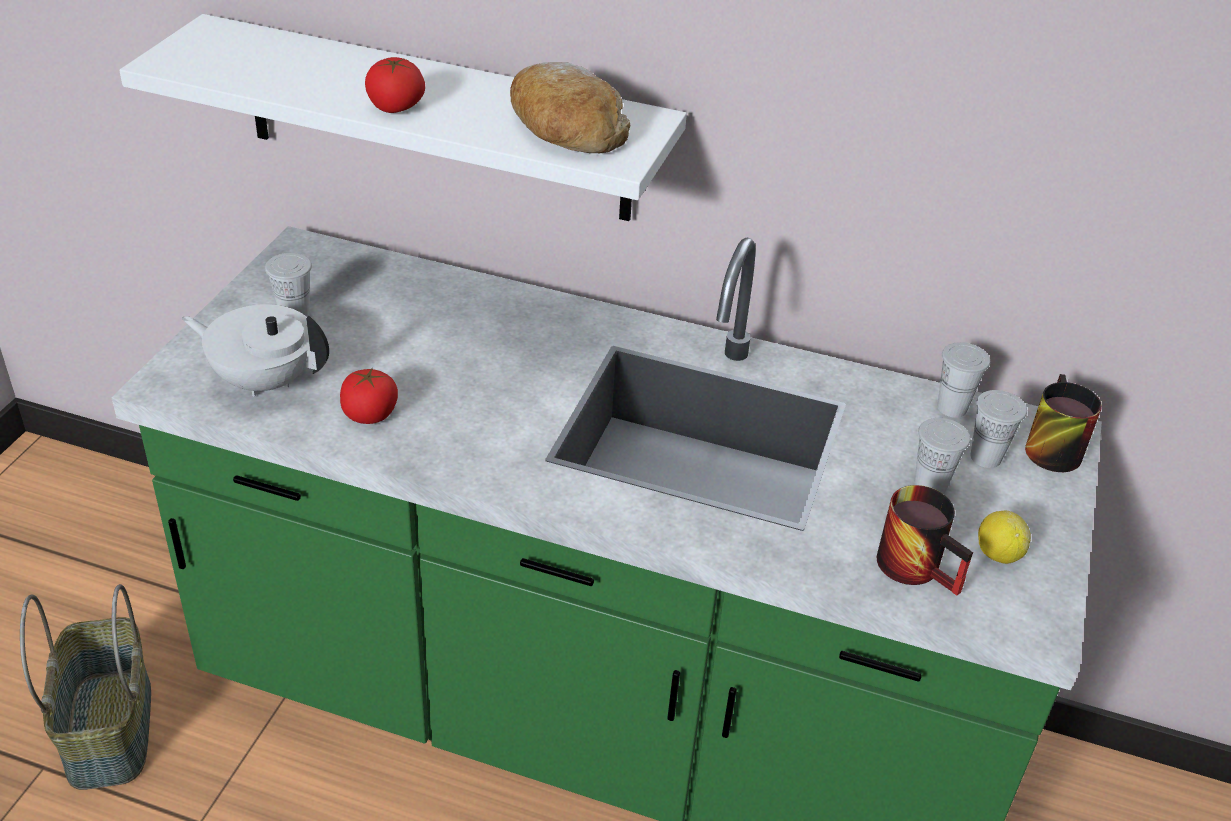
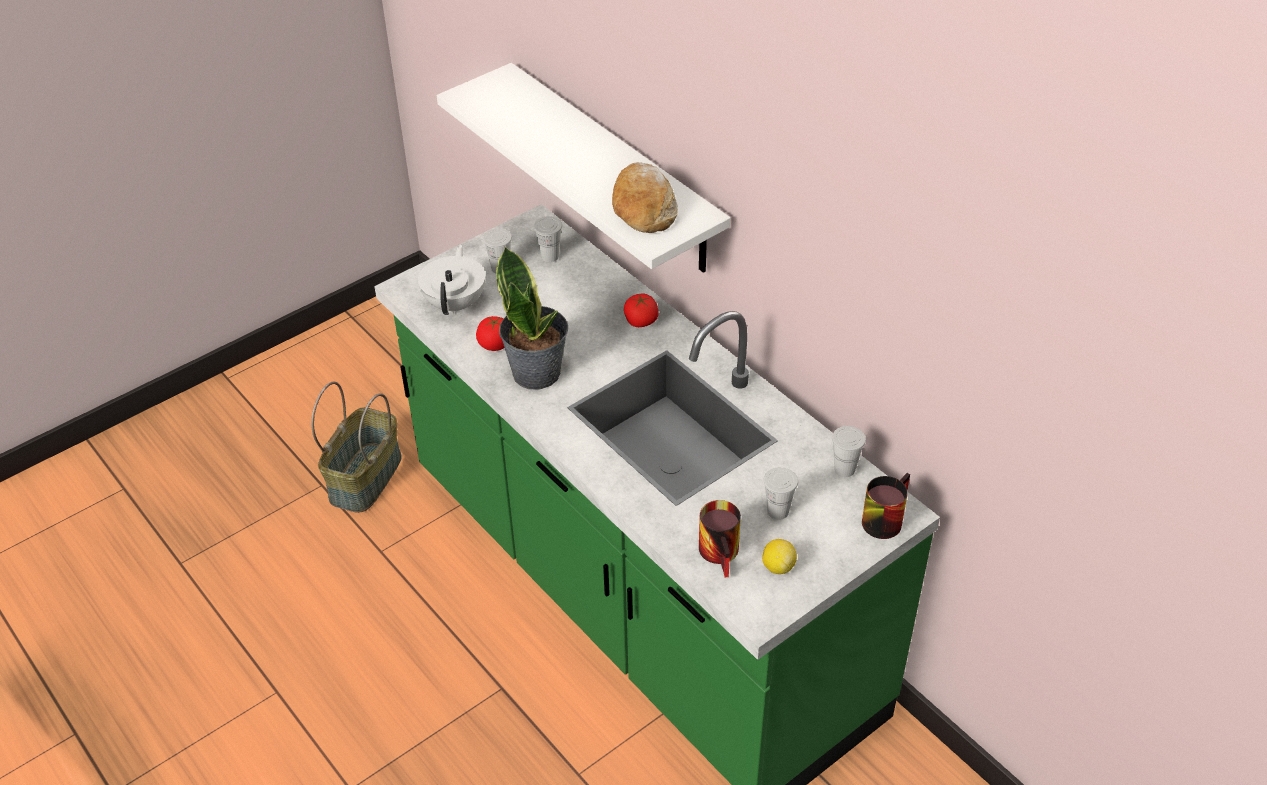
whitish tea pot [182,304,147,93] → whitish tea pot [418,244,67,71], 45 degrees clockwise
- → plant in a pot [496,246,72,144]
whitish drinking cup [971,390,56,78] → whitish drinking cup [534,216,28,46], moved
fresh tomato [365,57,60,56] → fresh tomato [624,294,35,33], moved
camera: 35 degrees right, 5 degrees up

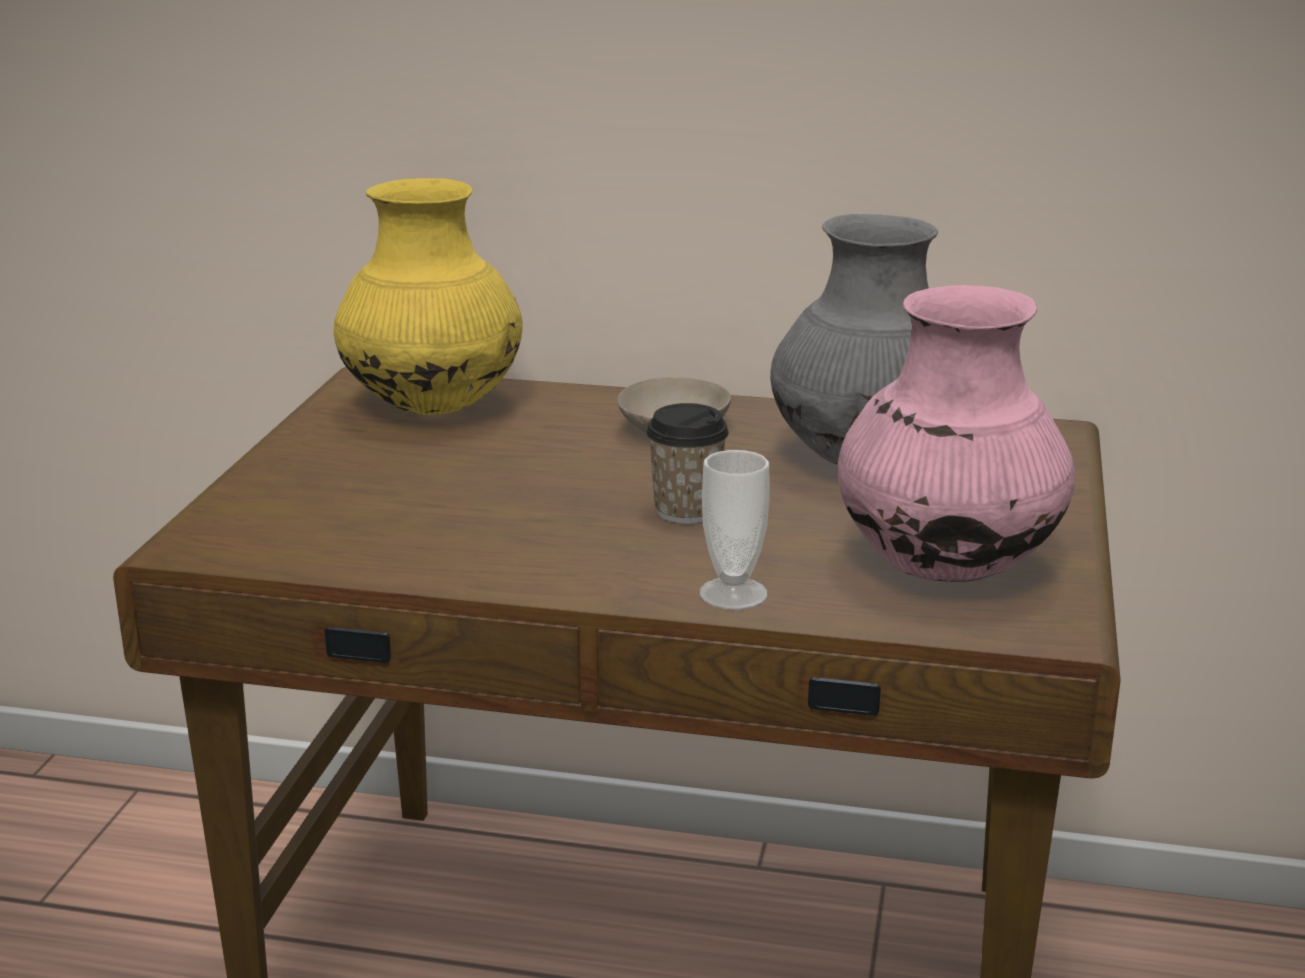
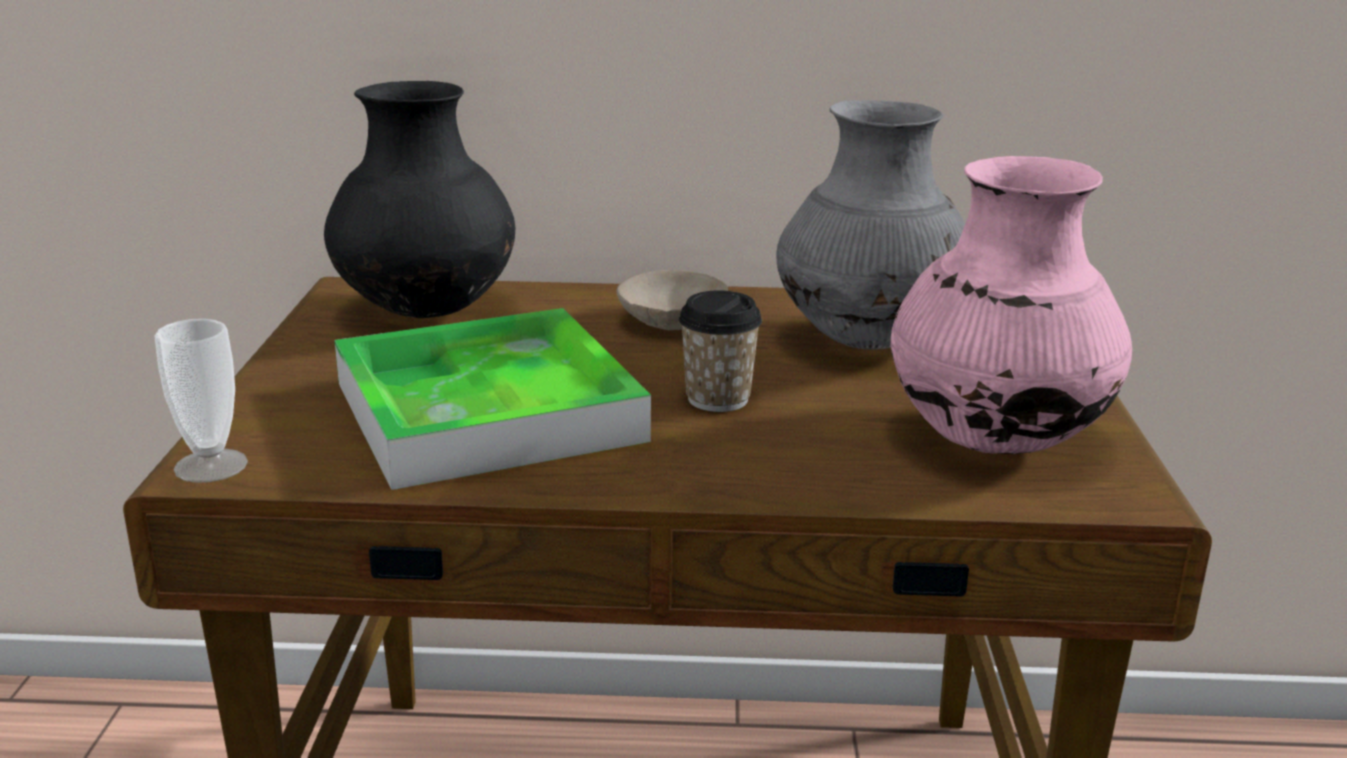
drinking cup [699,450,71,160] → drinking cup [154,319,94,164], moved
yellowish decorative vase [334,178,189,237] → black-coloured decorative vase [324,81,191,237]
- → serving tray [334,308,317,182]
camera: 10 degrees left, 0 degrees up

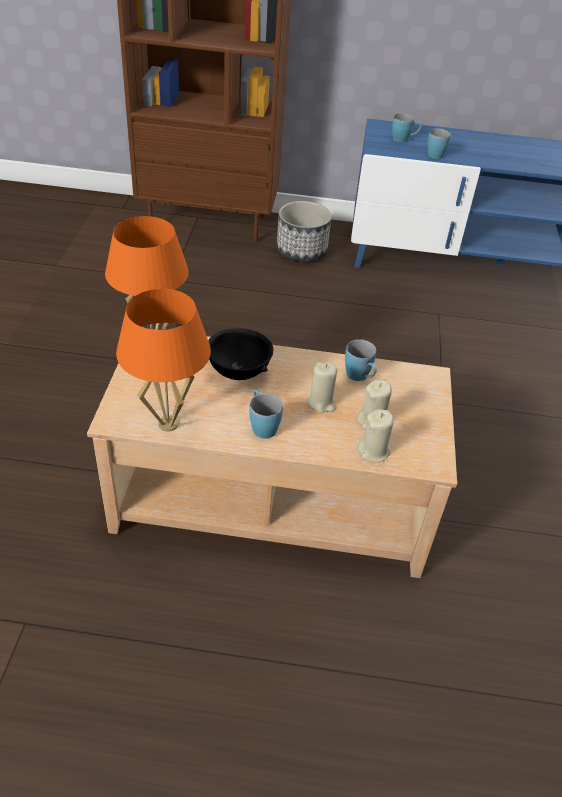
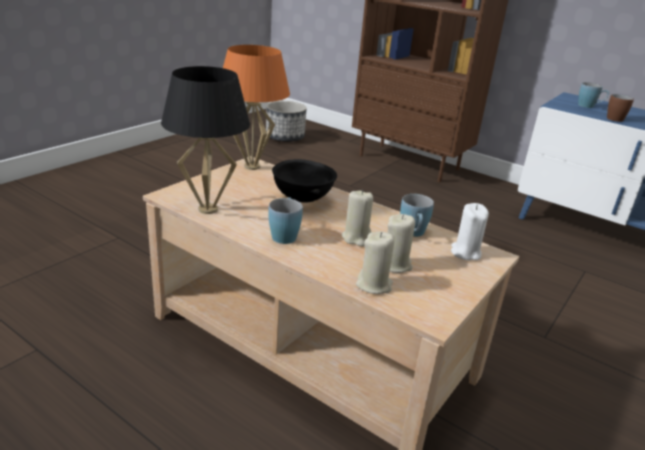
orange-coloured lamp for a table [116,289,95,143] → black-coloured lamp for a table [161,66,89,148]
planter [277,201,55,61] → planter [266,101,41,41], moved
- → whitish wax candle [451,203,38,57]
blue coffee mug [428,128,23,31] → brownish coffee mug [607,94,27,28]
camera: 30 degrees right, 15 degrees down

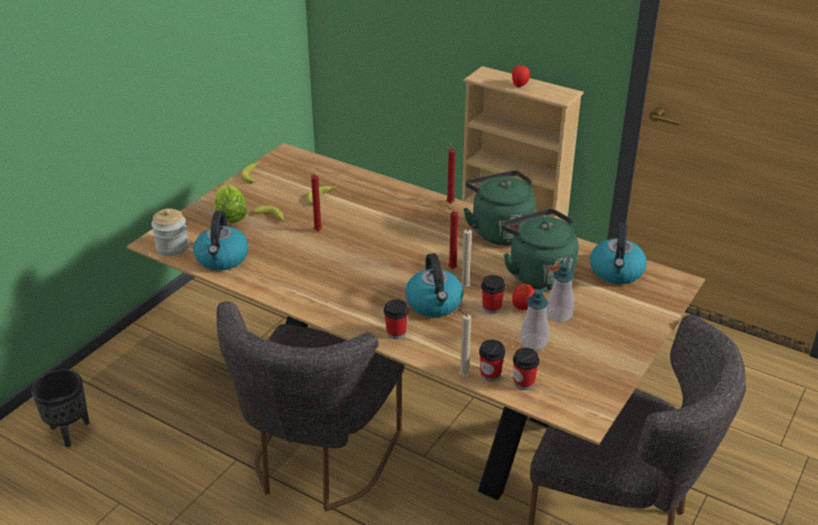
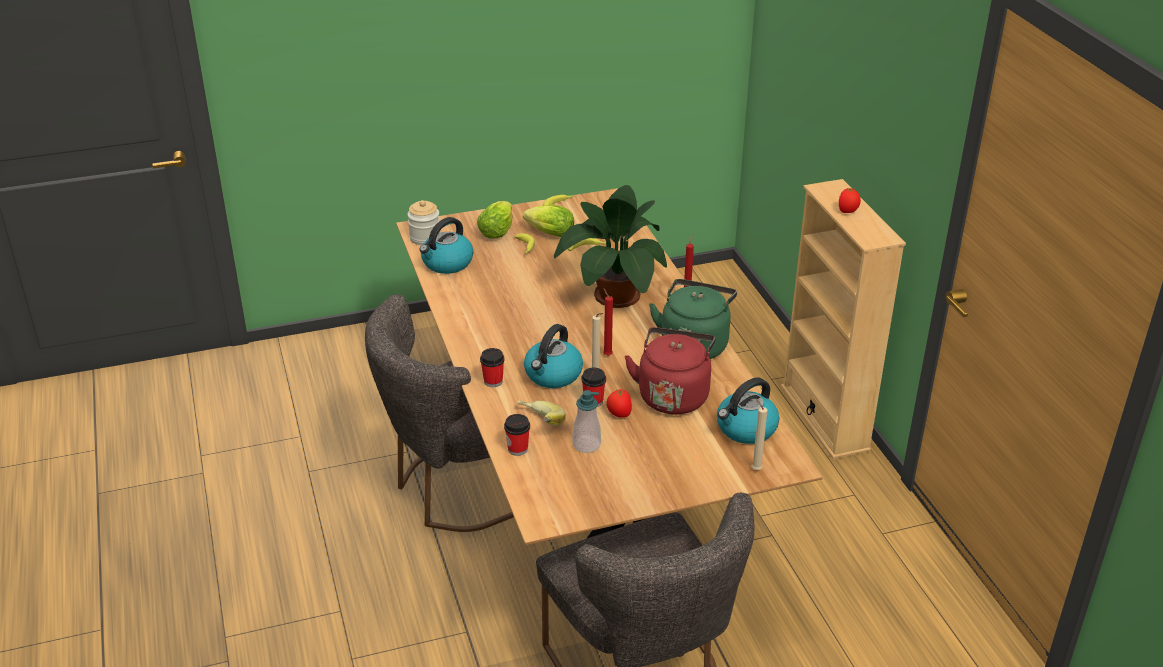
- → banana fruit [517,400,49,26]
- → lettuce [523,205,51,32]
- → plant in a pot [554,185,113,123]
green water kettle [501,209,77,81] → red water kettle [624,327,92,87]
beige wax candle [458,309,13,68] → beige wax candle [752,399,15,71], moved
black-coloured planter [31,369,59,78] → -
red wax candle [311,174,11,57] → -
drinking cup [513,348,26,42] → -
soap dispenser [546,259,28,64] → -
camera: 40 degrees right, 0 degrees up

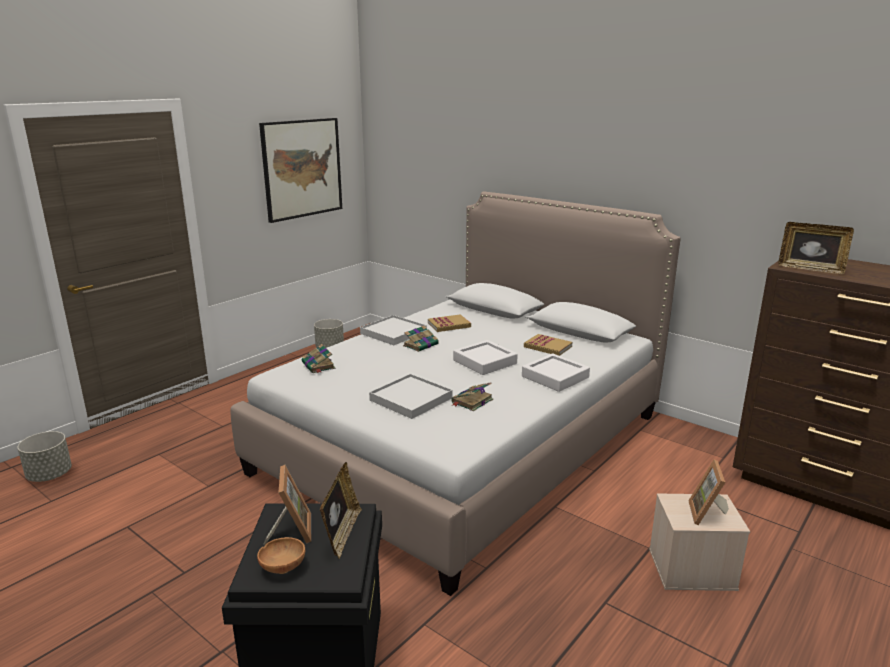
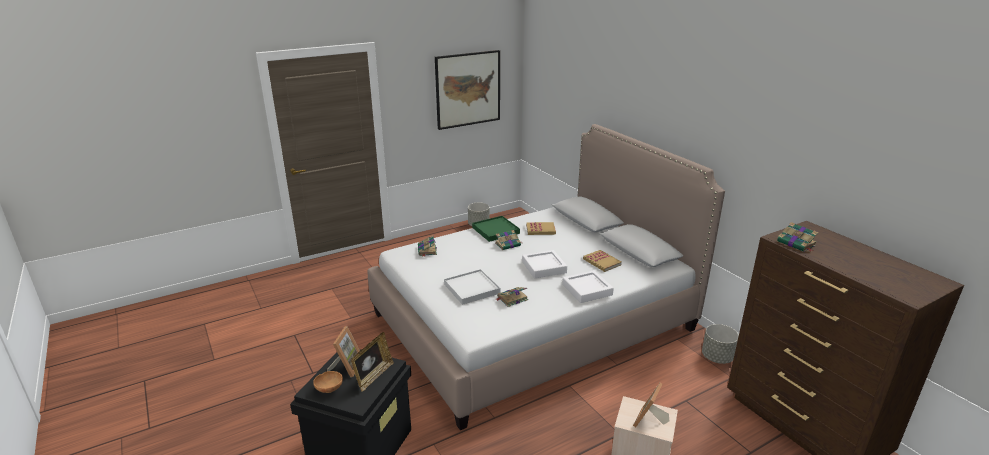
whitish serving tray [360,315,67,30] → green serving tray [472,216,48,26]
gray planter [17,431,55,51] → gray planter [702,324,37,40], moved
photo frame [778,222,76,52] → volume [777,222,42,30]
camera: 20 degrees right, 5 degrees up

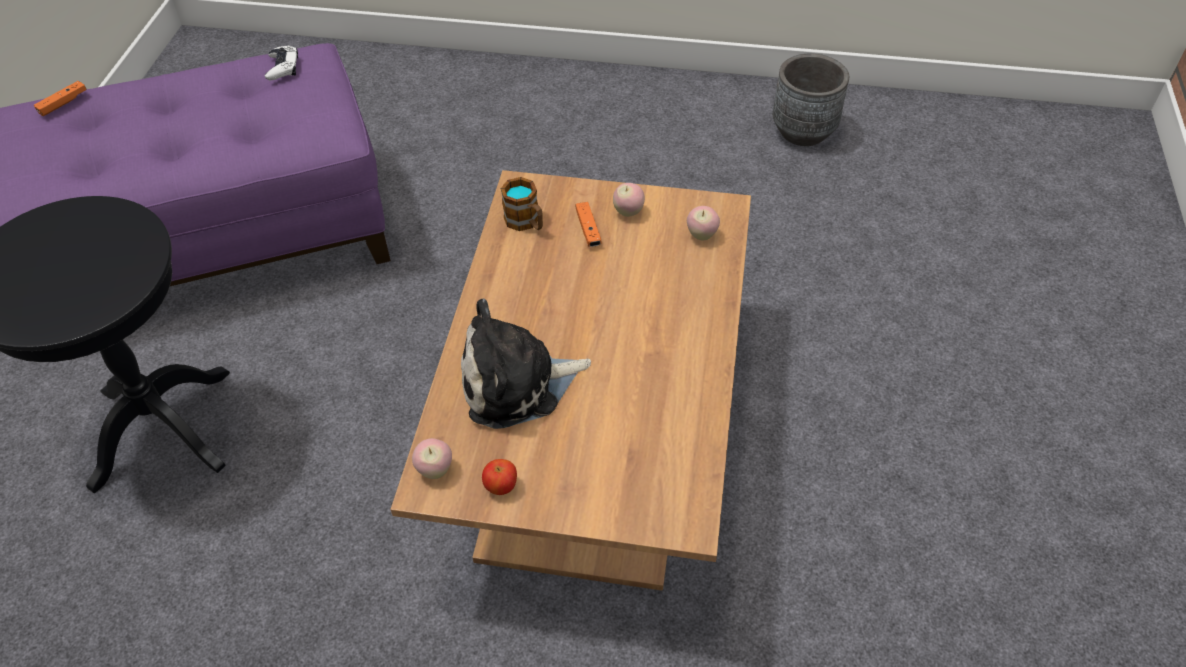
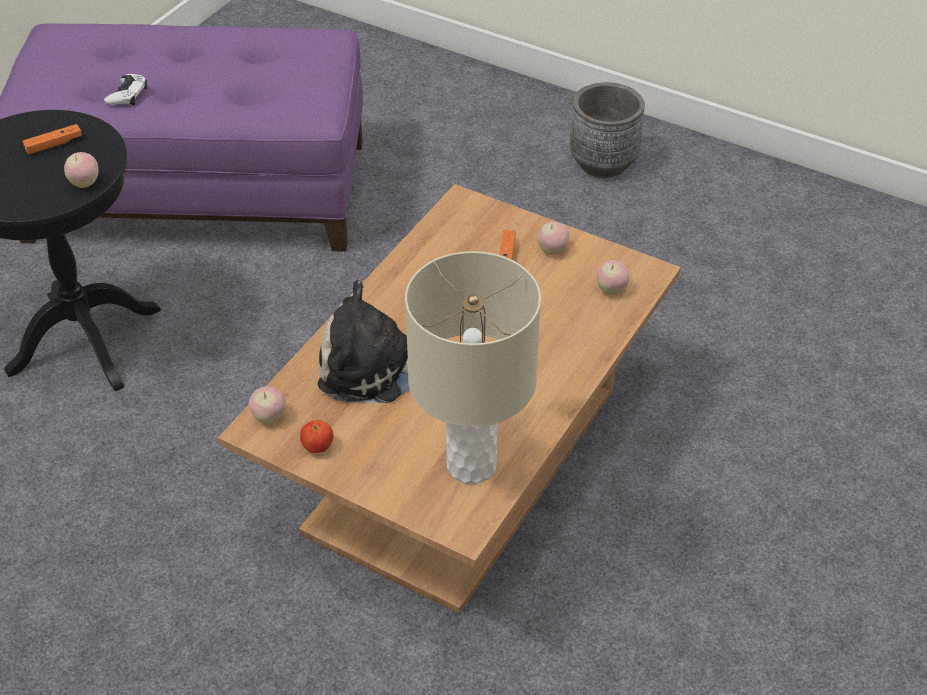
orange-coloured game controller [34,81,53,35] → orange-coloured game controller [22,124,60,31], moved
- → whole apple [64,152,35,36]
whitish game controller [265,46,33,34] → whitish game controller [104,74,43,32], moved
- → beige lamp for a table [405,251,136,233]
gray planter [773,54,76,92] → gray planter [570,82,75,96], moved
coffee mug [501,177,42,54] → -
camera: 20 degrees right, 5 degrees down

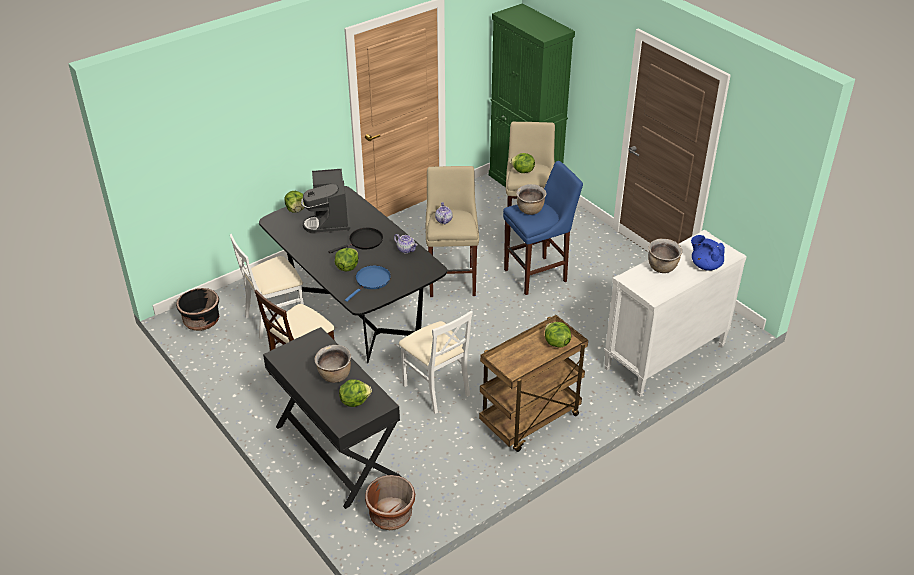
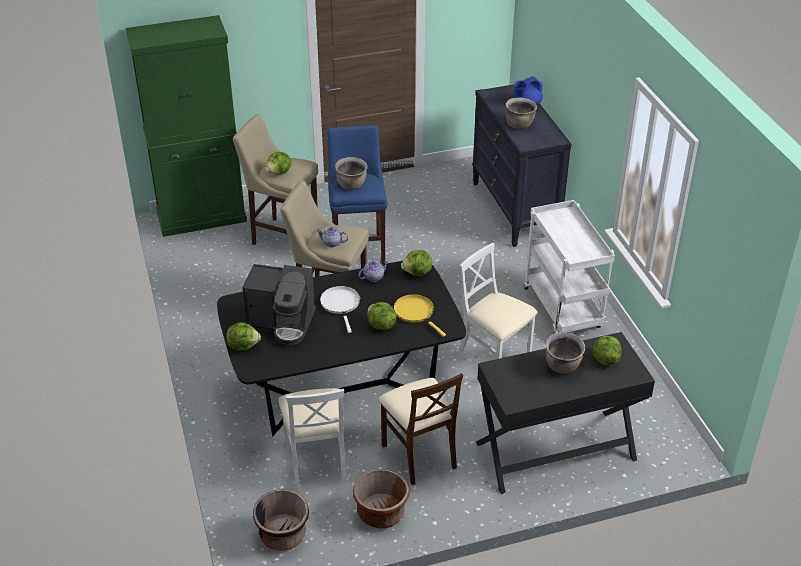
black-coloured pan [329,228,54,25] → whitish pan [320,286,40,47]
brownish planter [365,475,50,55] → brownish planter [353,469,57,60], moved
blue pan [345,265,46,37] → yellowish pan [393,294,53,43]
lettuce [545,322,26,26] → lettuce [401,250,31,26], moved
whitish chair [399,310,74,104] → whitish chair [458,243,80,116], 120 degrees counterclockwise
whitish chest of drawers [604,230,143,167] → black-coloured chest of drawers [472,85,99,162]
brownish wheeled cart [479,315,109,137] → whitish wheeled cart [524,200,91,134]
camera: 70 degrees left, 0 degrees up

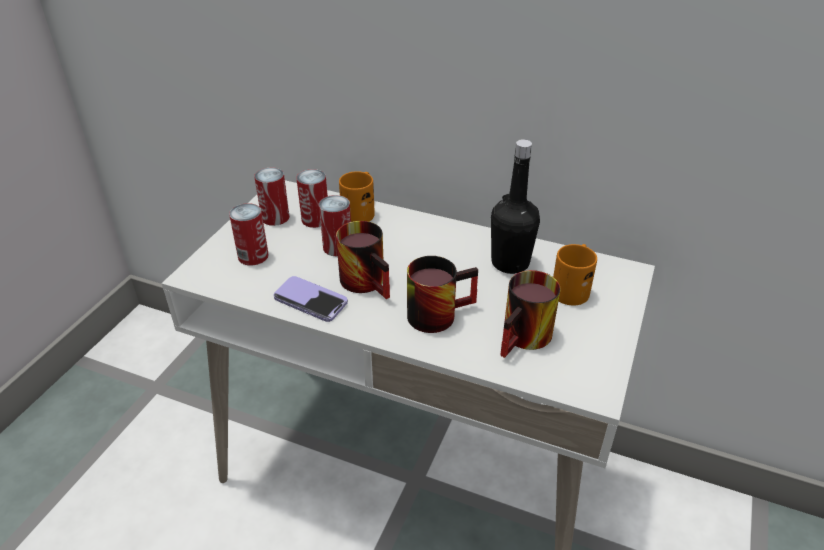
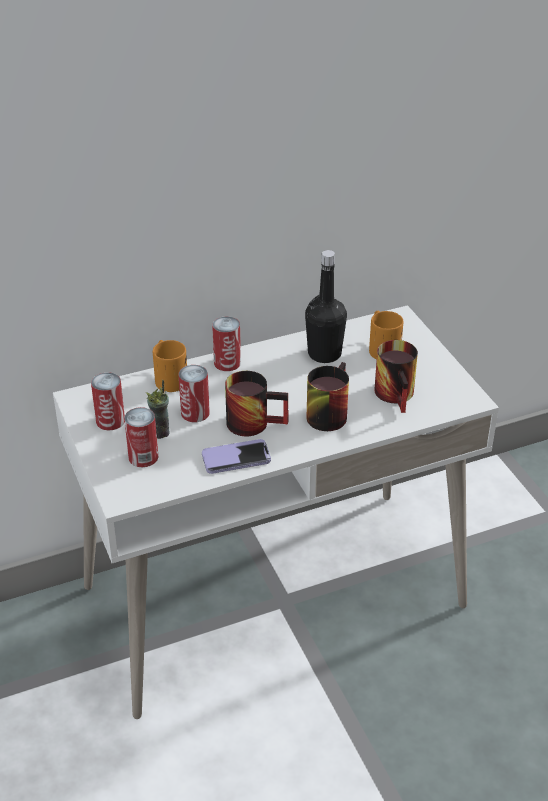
- → drinking cup [146,380,24,59]
metal can [296,169,32,59] → metal can [212,316,29,55], moved
camera: 45 degrees left, 0 degrees up

